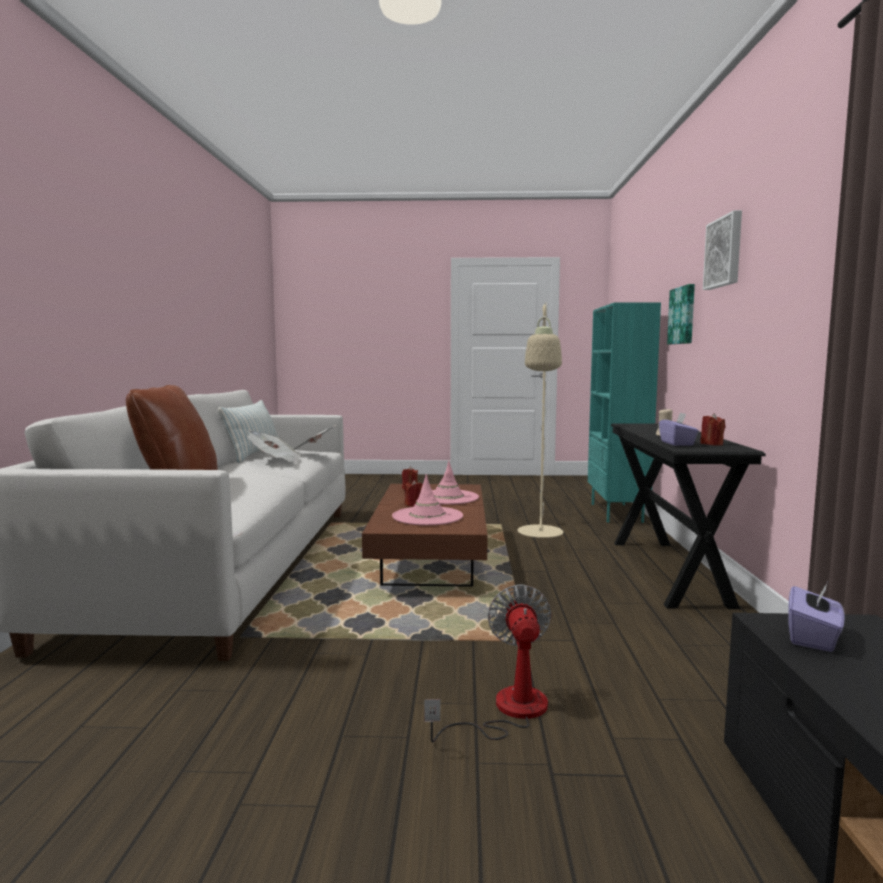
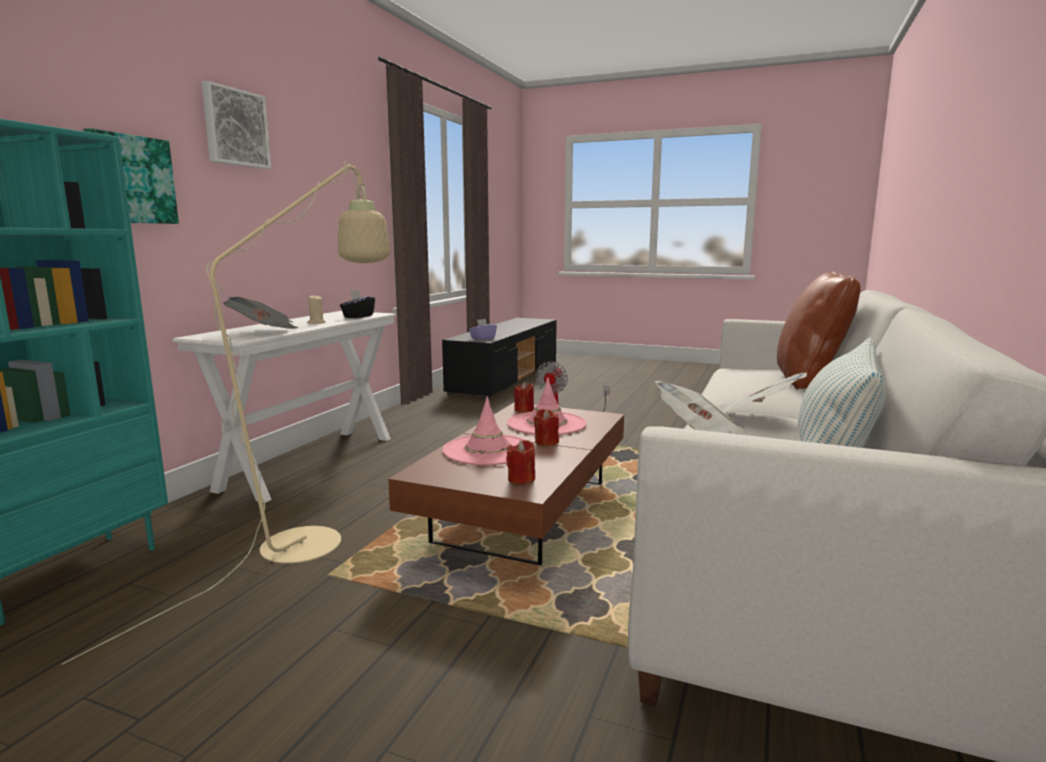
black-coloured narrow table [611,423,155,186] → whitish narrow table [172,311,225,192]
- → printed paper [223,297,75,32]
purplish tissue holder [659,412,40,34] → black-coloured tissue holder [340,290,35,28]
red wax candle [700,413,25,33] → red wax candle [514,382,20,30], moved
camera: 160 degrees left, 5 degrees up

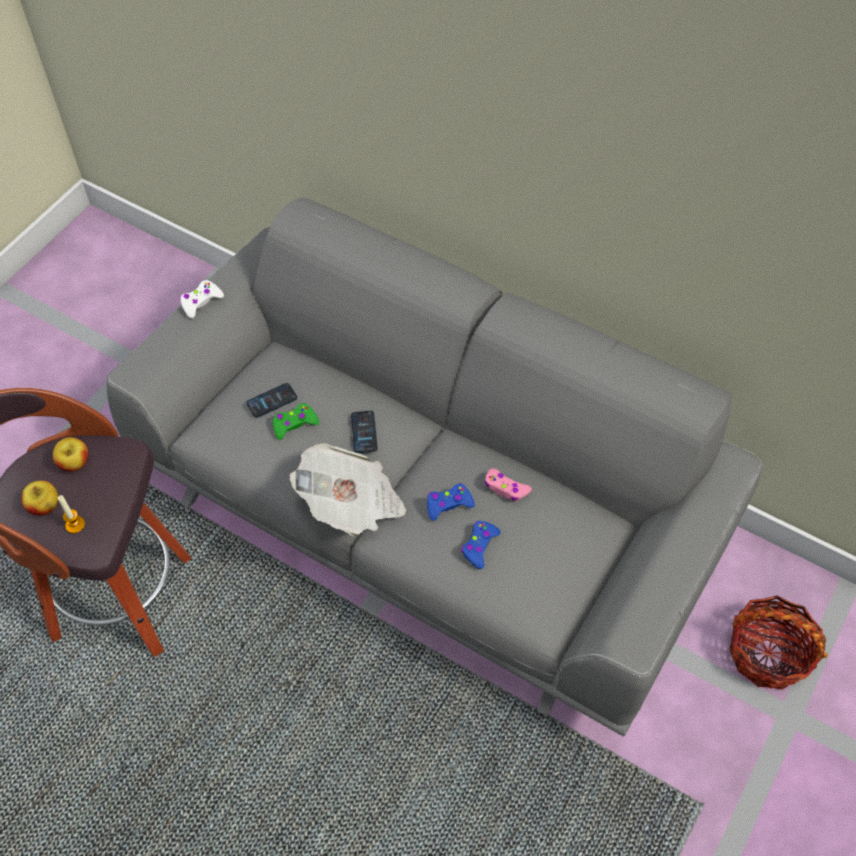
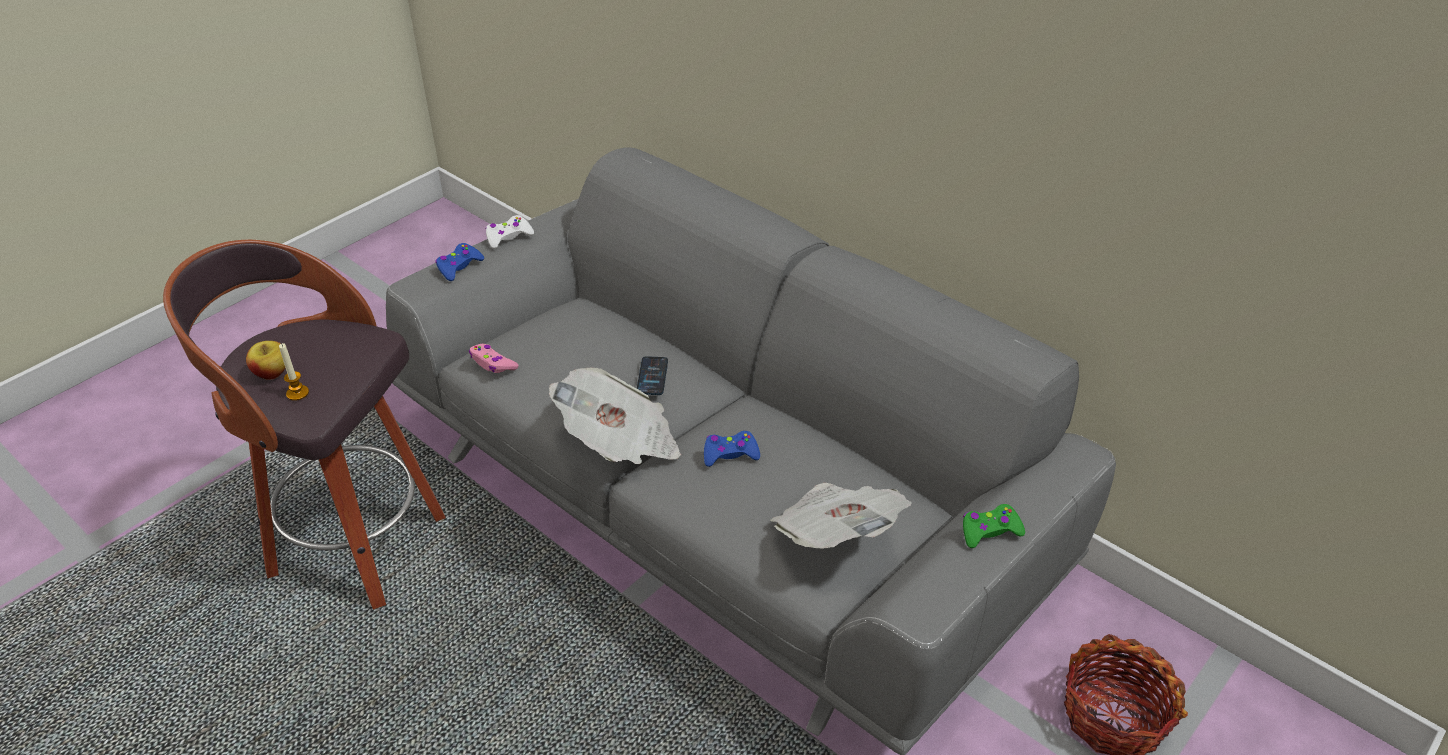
blue game controller [461,521,40,48] → blue game controller [435,243,49,38], moved
pink-coloured game controller [485,468,47,33] → pink-coloured game controller [469,344,50,29], moved
- → printed paper [770,483,142,66]
green game controller [273,403,46,37] → green game controller [963,504,62,44], moved
whole apple [53,437,35,35] → -
telephone [246,383,51,35] → -
camera: 10 degrees right, 15 degrees down

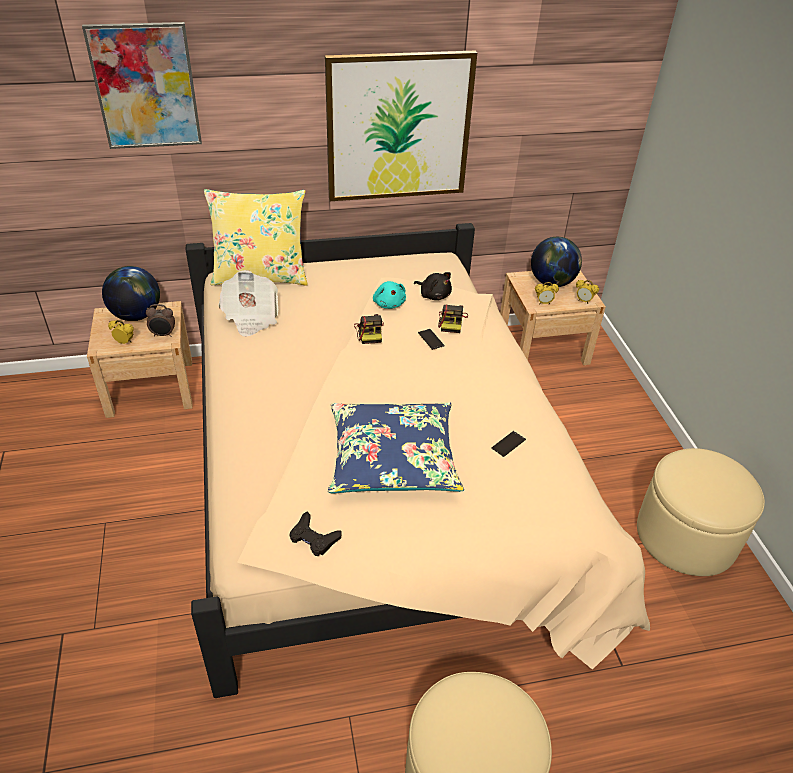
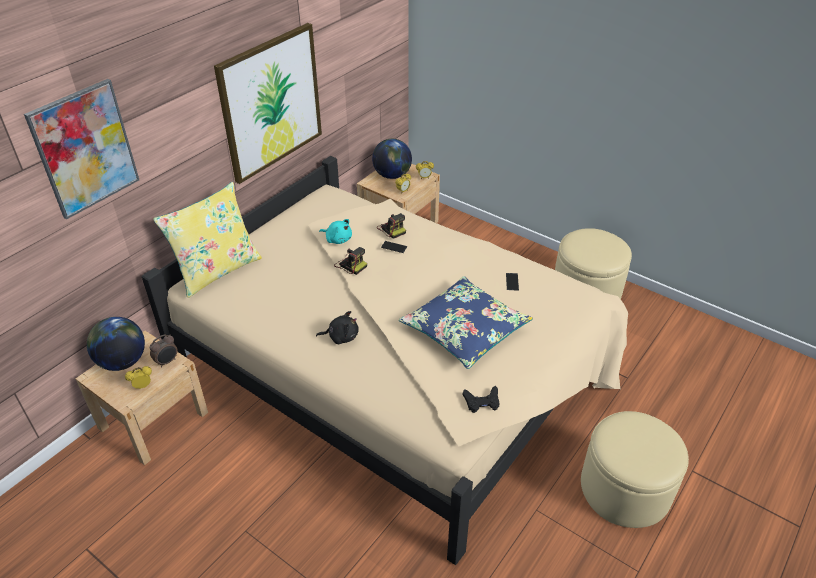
black-coloured plush toy [414,272,38,28] → black-coloured plush toy [316,311,43,33], moved
printed paper [218,270,60,67] → -
camera: 40 degrees left, 0 degrees up

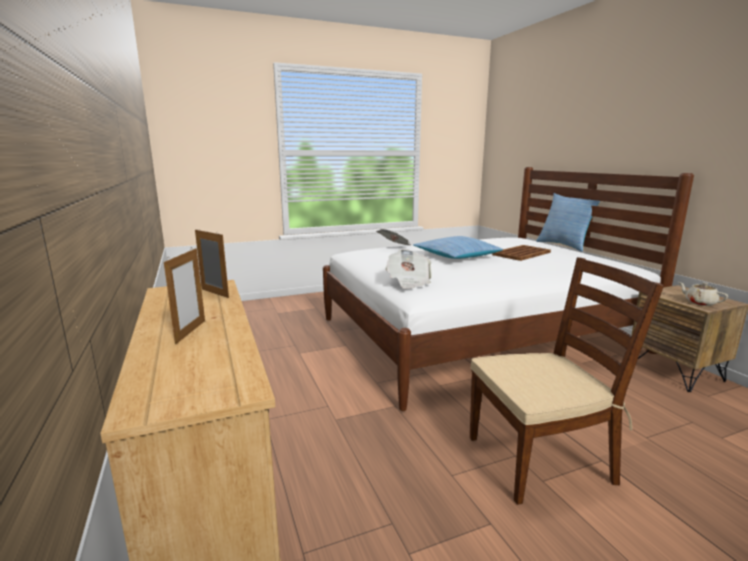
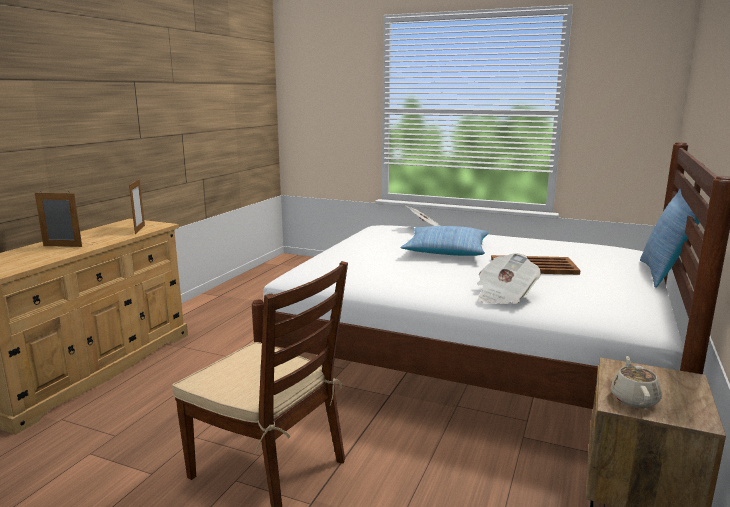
photo frame [164,247,41,97] → photo frame [35,191,47,56], 135 degrees counterclockwise
printed paper [386,249,46,40] → printed paper [477,253,64,51], moved
camera: 45 degrees right, 0 degrees up

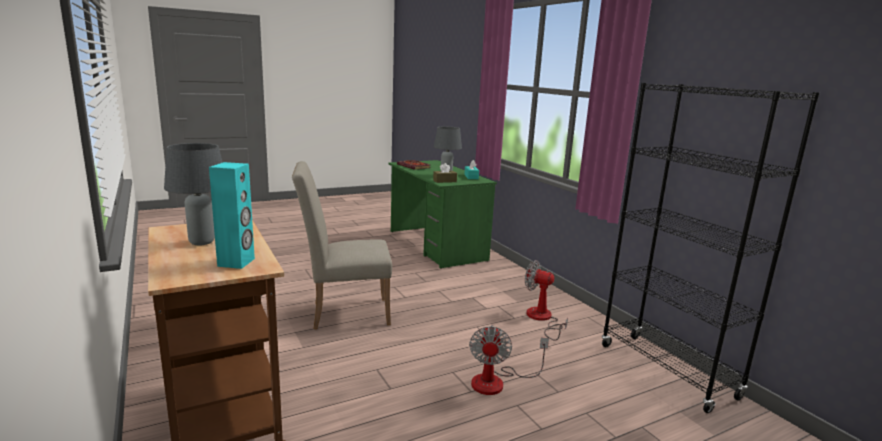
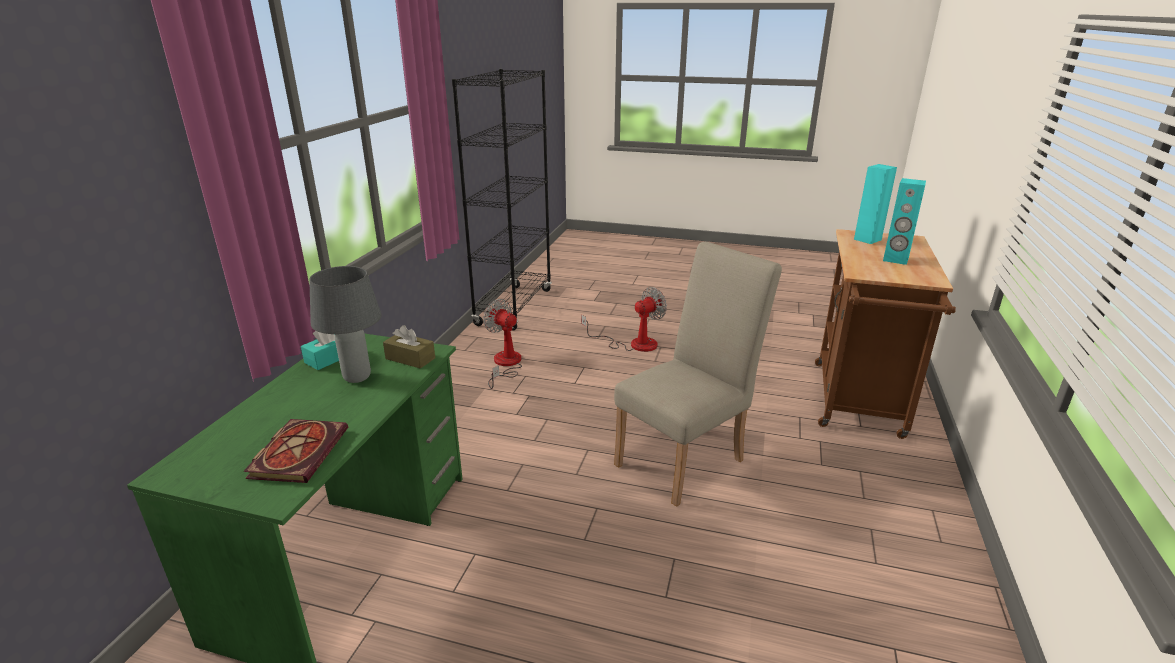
cooling fan [525,260,43,81] → cooling fan [483,299,39,90], 150 degrees clockwise
beige chair [292,161,100,168] → beige chair [614,242,168,265], 75 degrees counterclockwise
gray lamp for a table [164,143,59,102] → blue-green audio speaker [883,178,43,87]
camera: 135 degrees left, 10 degrees up

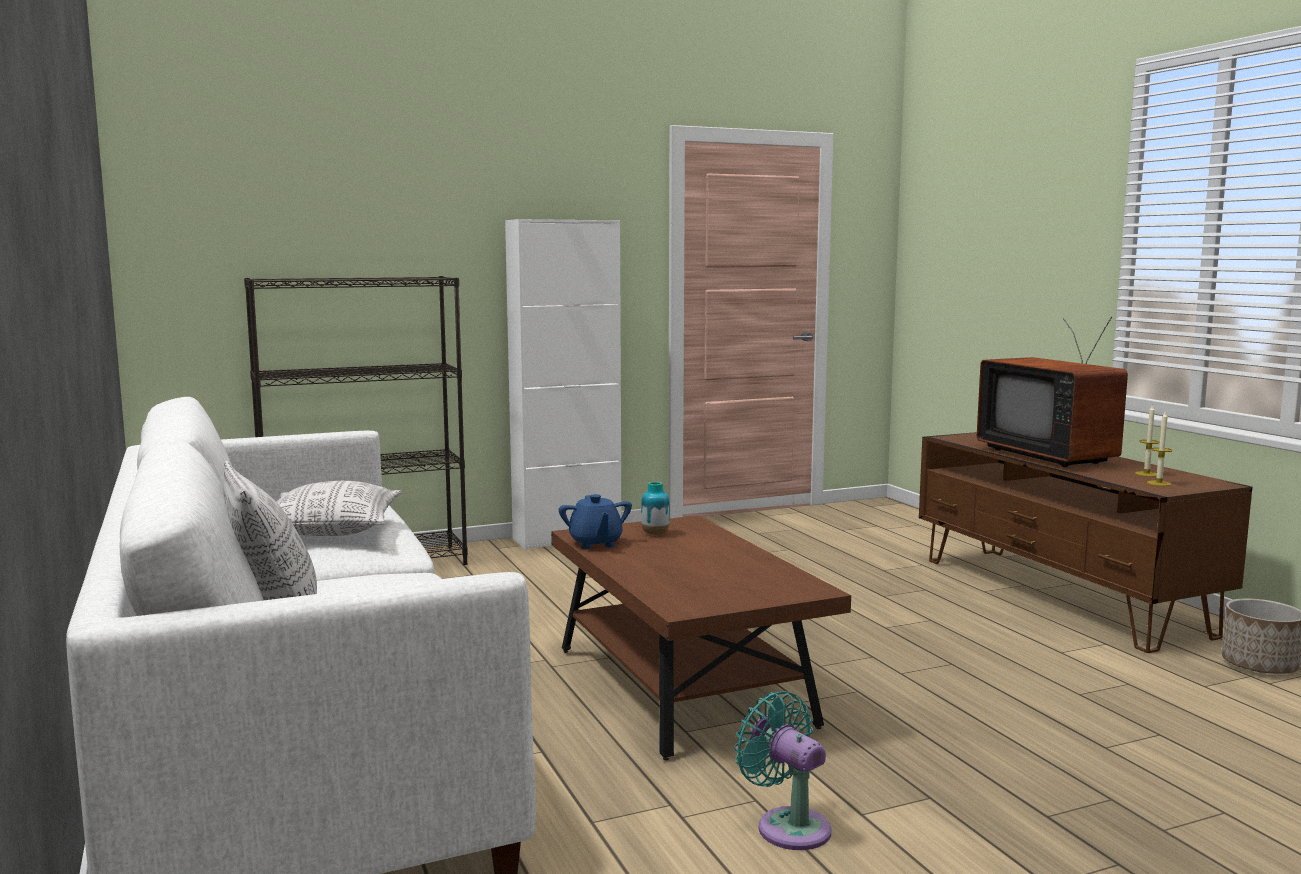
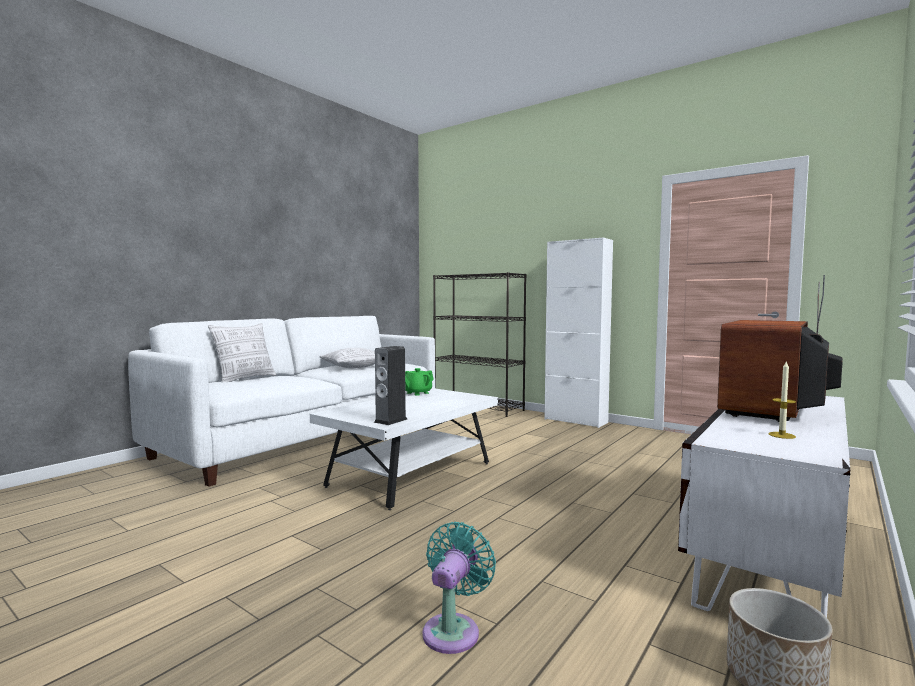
brownish coffee table [551,515,300,245] → whitish coffee table [310,388,188,122]
- → audio speaker [374,346,33,79]
blue tea pot [559,494,73,55] → green tea pot [405,368,29,28]
blue-green cooling fan [734,691,98,159] → blue-green cooling fan [422,522,74,132], moved
brownish tv unit [919,432,333,221] → whitish tv unit [678,396,172,222]
decorative vase [641,482,29,53] → -
wax candle [1147,412,26,74] → -
camera: 60 degrees right, 5 degrees down

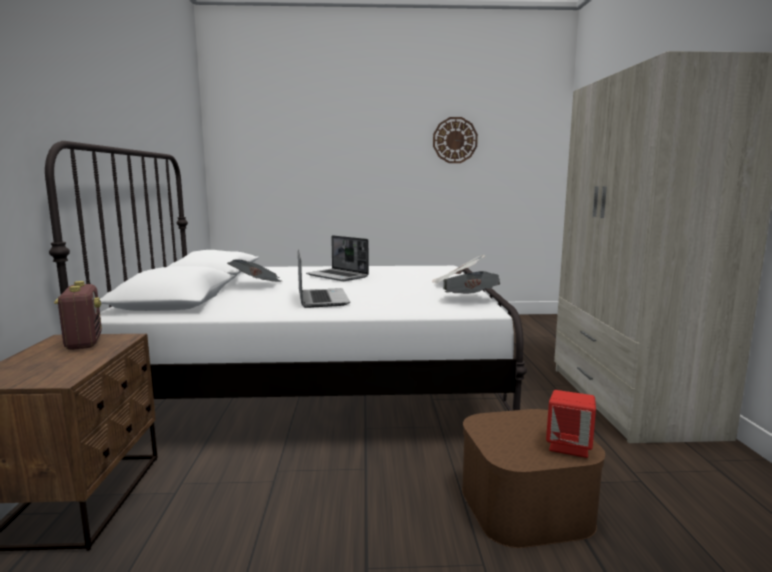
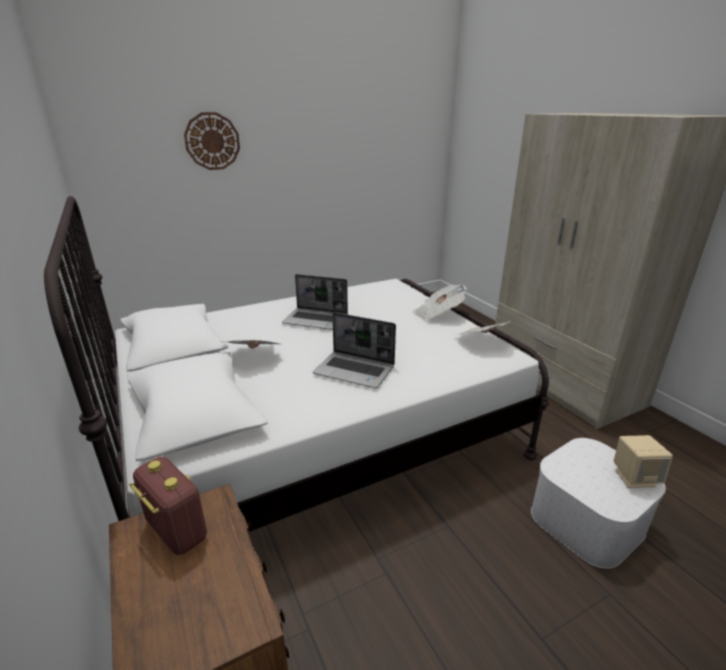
hanging clock [433,117,45,46] → hanging clock [184,112,56,58], moved
laptop [298,249,52,59] → laptop [313,312,83,76], 150 degrees clockwise
brownish storage box [462,409,143,139] → whitish storage box [531,438,135,131]
red audio speaker [546,390,50,68] → beige audio speaker [614,435,59,53]
camera: 25 degrees left, 15 degrees up

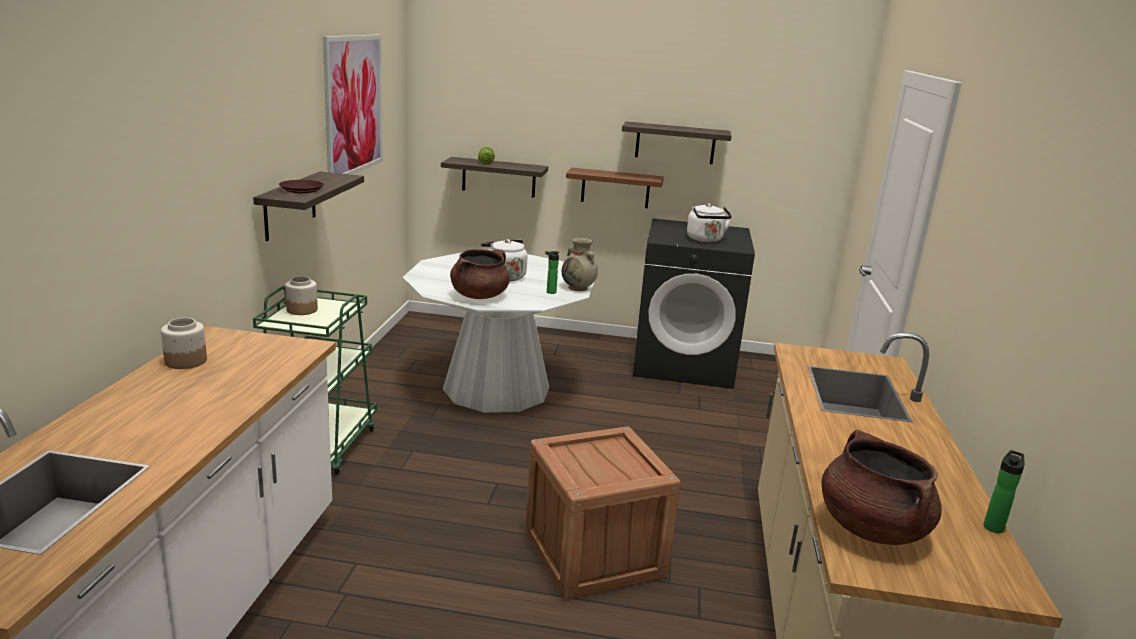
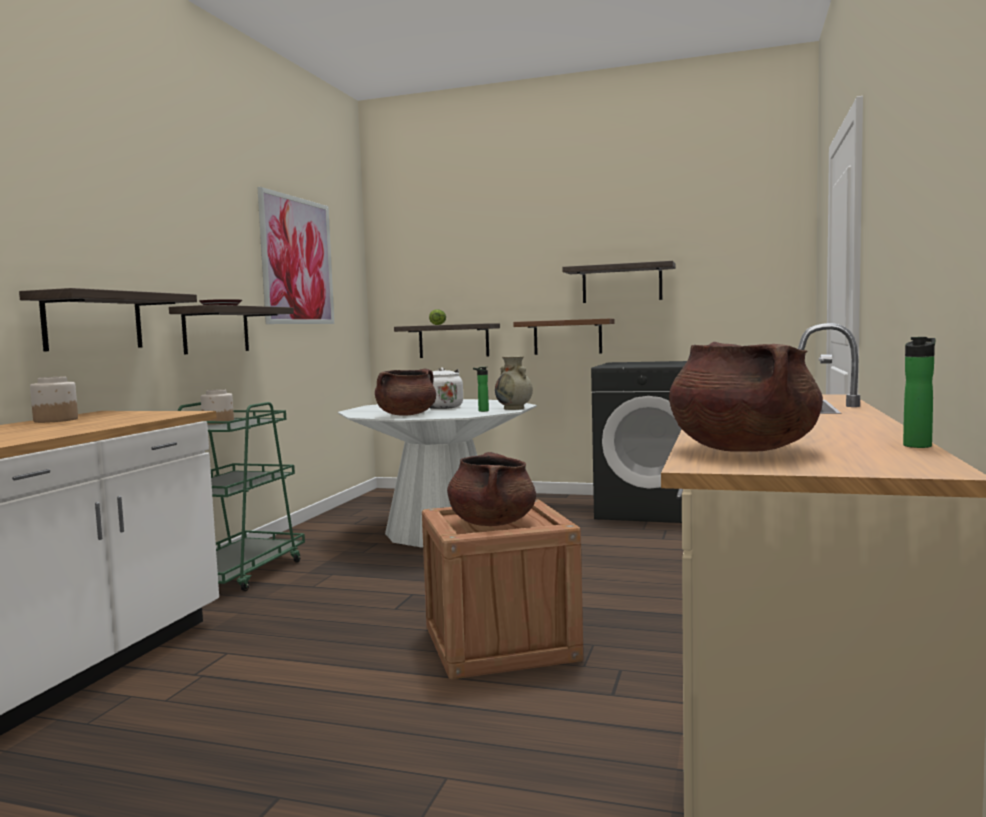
- → wall shelf [19,288,178,64]
- → brownish cooking pot [447,452,89,74]
whitish water kettle [687,203,46,39] → -
camera: 10 degrees right, 15 degrees down

